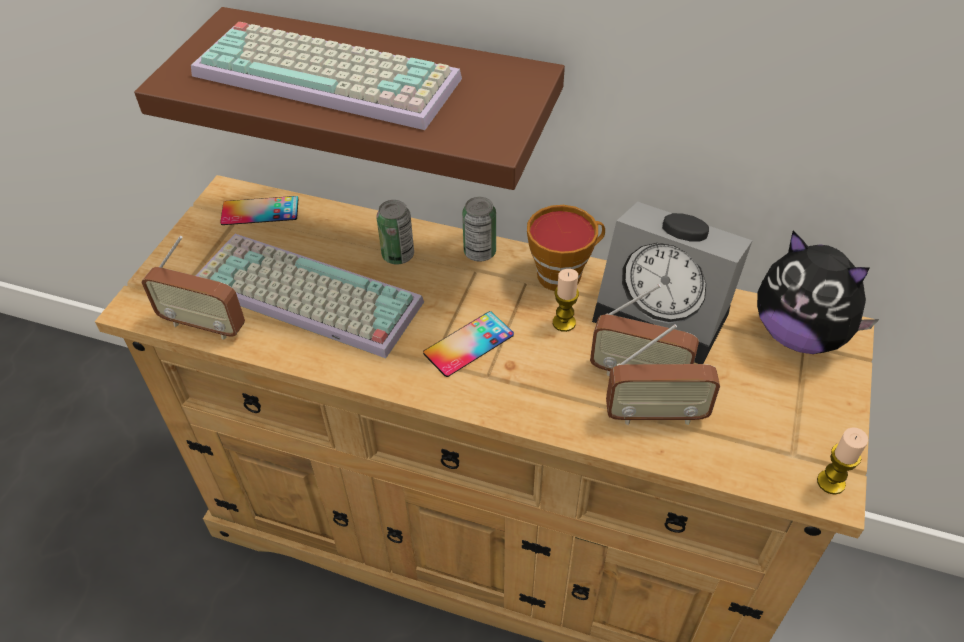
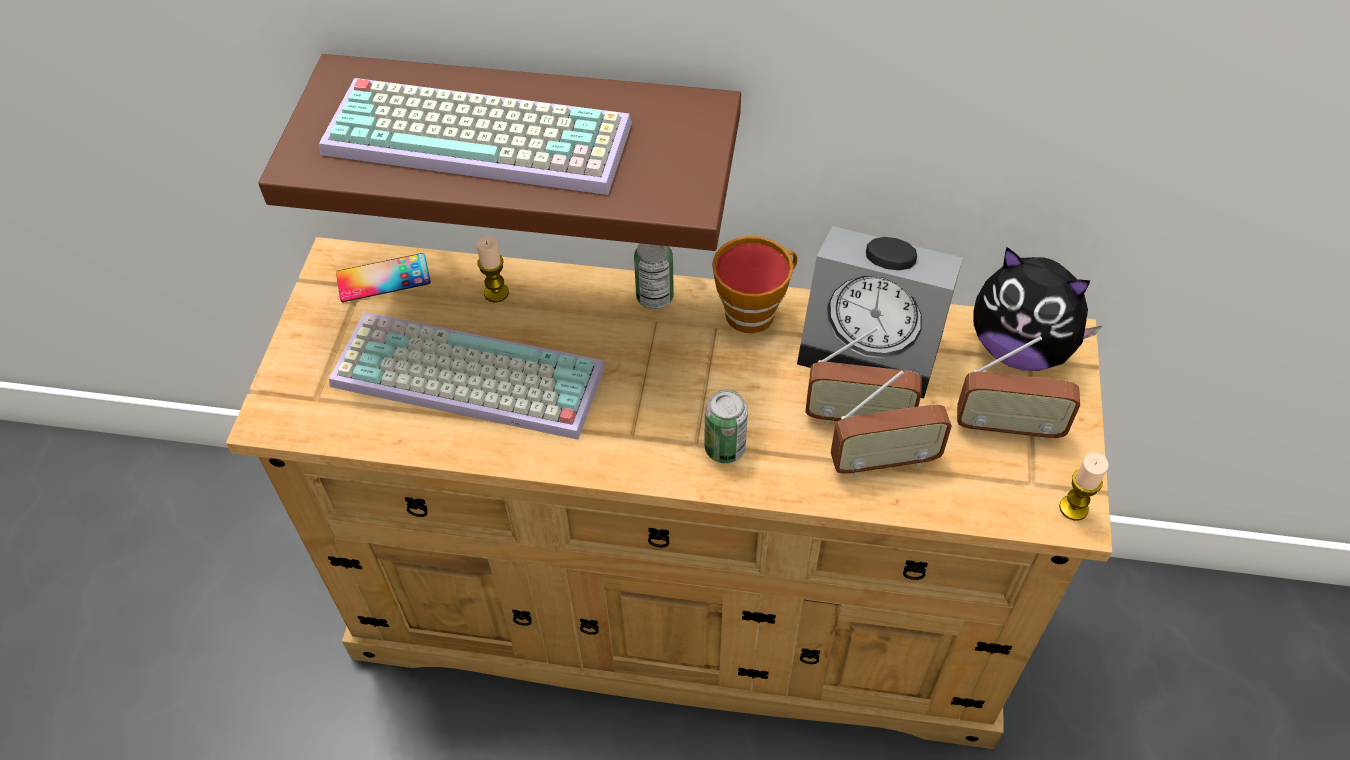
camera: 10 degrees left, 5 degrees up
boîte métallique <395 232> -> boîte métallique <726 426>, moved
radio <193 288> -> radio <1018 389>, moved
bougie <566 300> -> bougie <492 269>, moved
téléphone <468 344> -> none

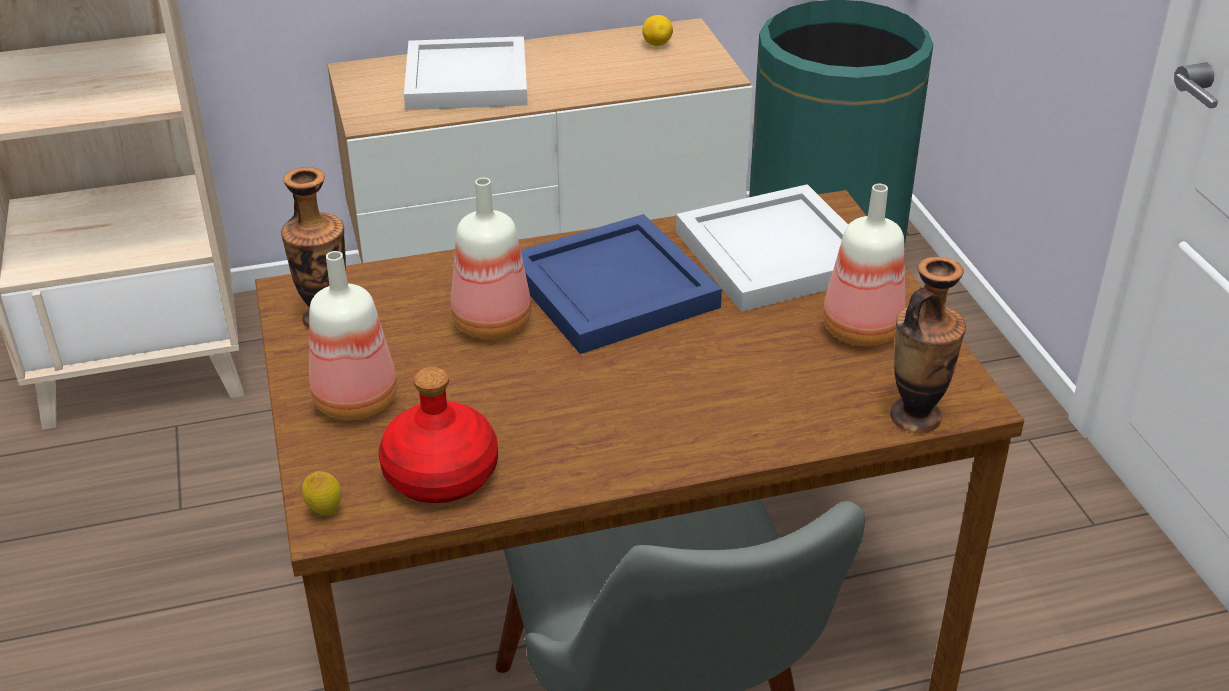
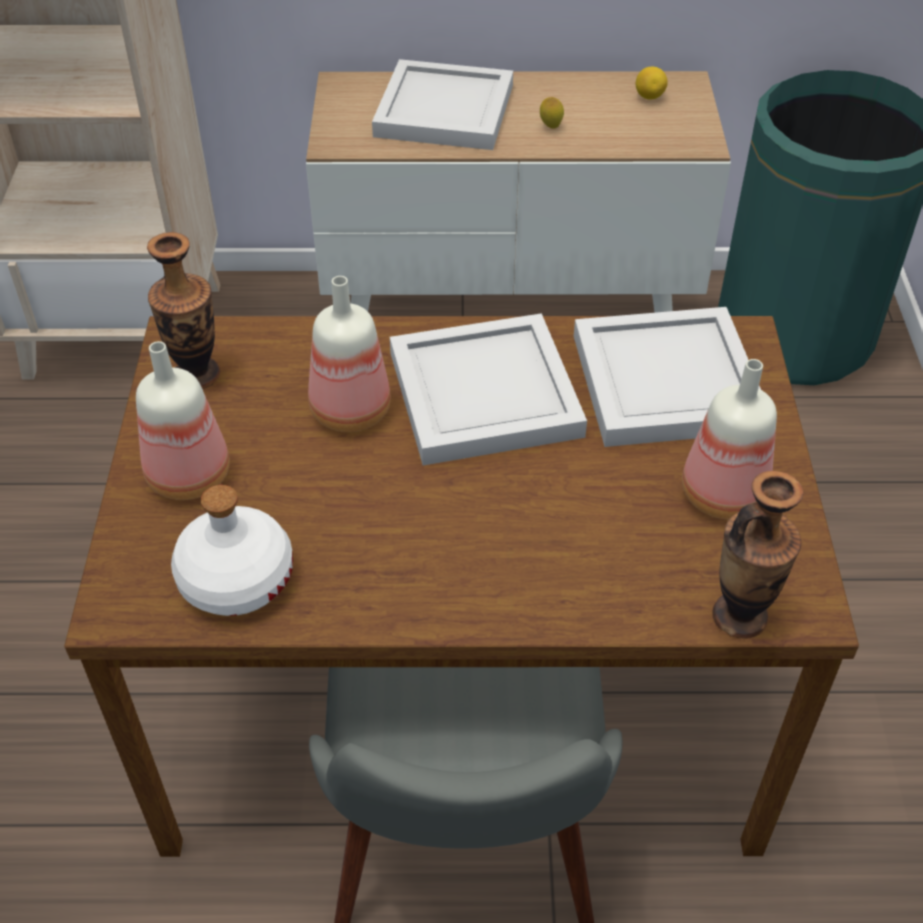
camera: 15 degrees right, 10 degrees up
plateau [bleu] <621 284> -> plateau [blanc] <488 389>
bouteille [rouge] <438 435> -> bouteille [blanc] <232 550>
citron <322 493> -> citron <552 113>, moved

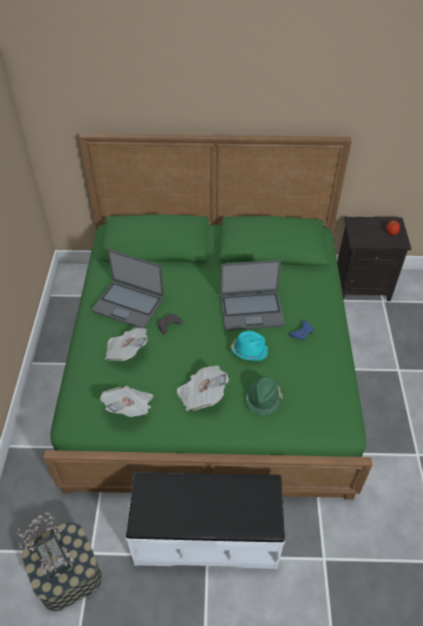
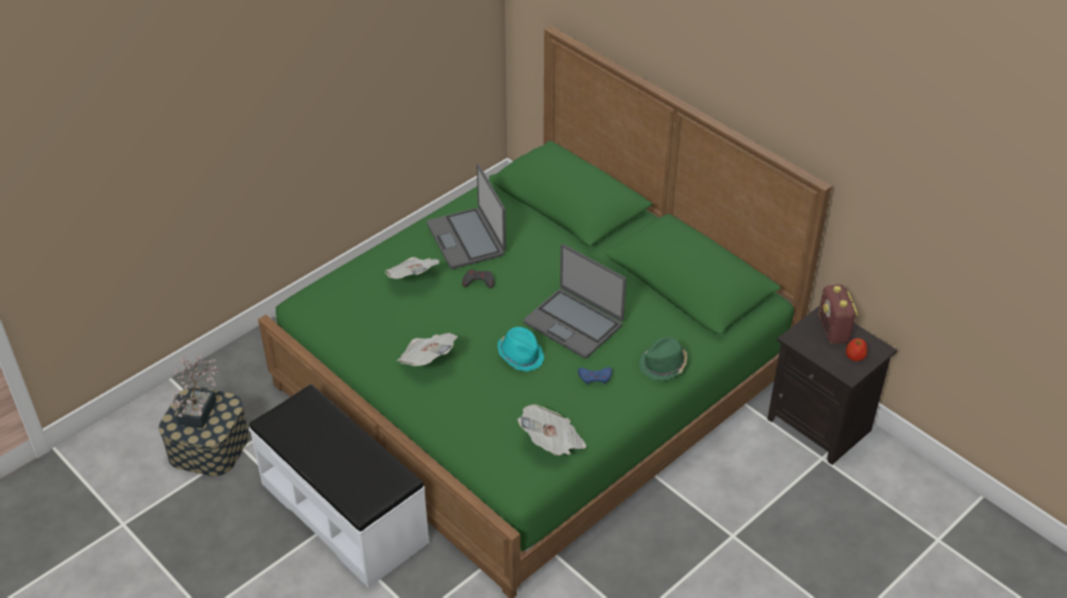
camera: 45 degrees right, 5 degrees down
chapeau [vert] <264 396> -> chapeau [vert] <663 359>, moved
journal <126 401> -> journal <552 430>, moved
none -> radio <838 314>

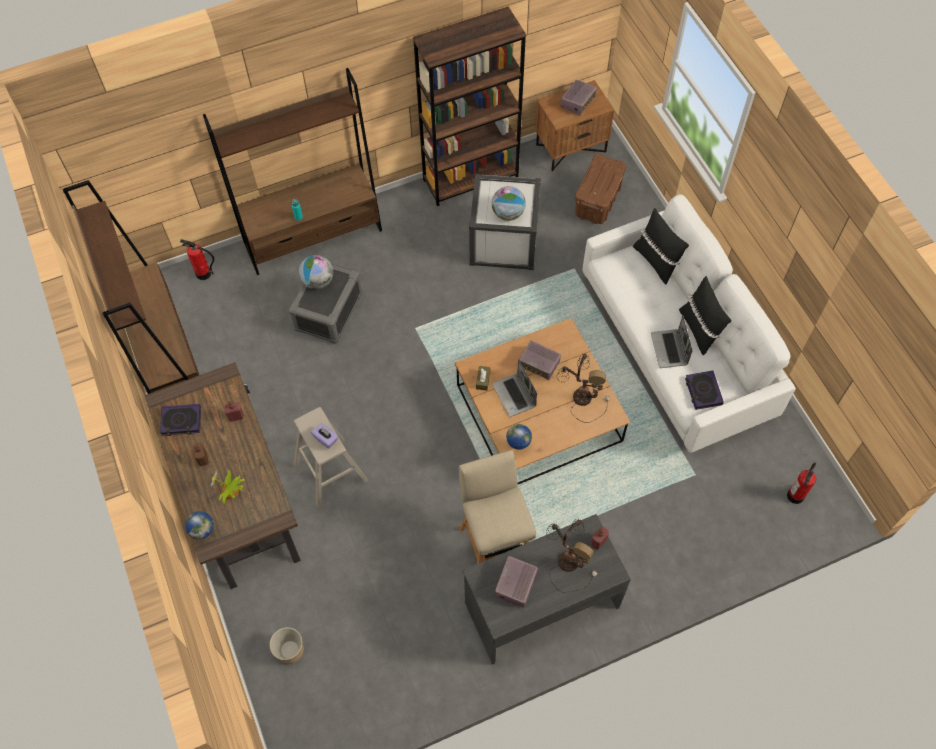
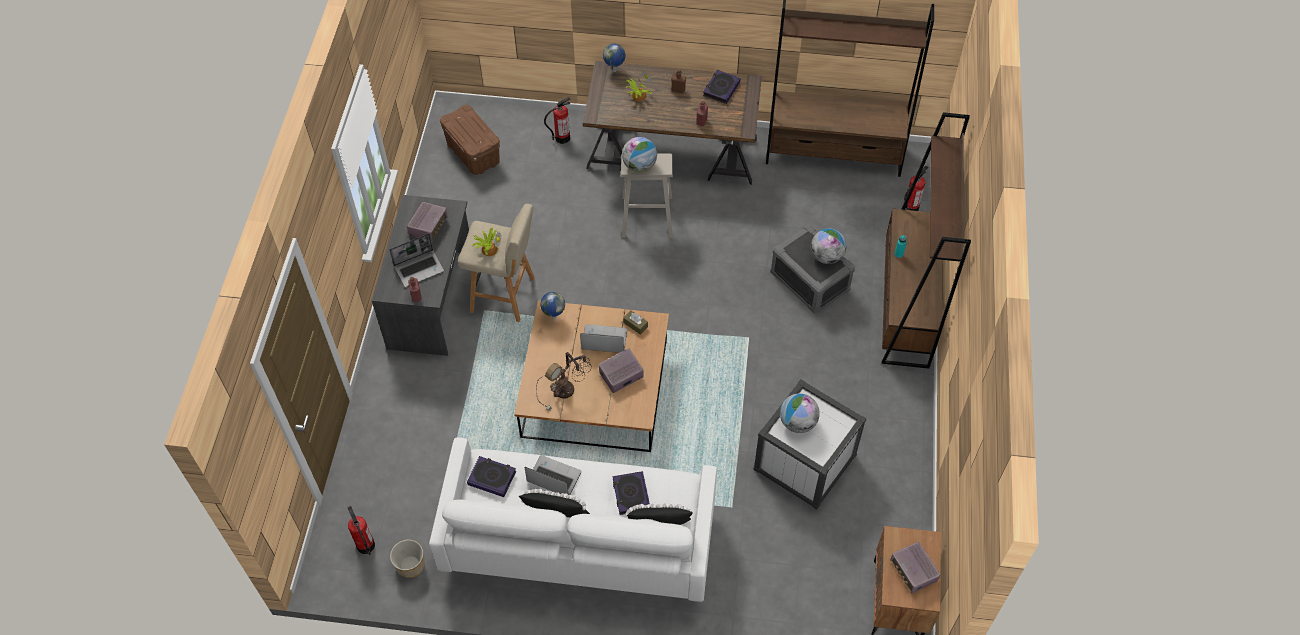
camera: 120 degrees right, 5 degrees down
bibliothèque [marron] <469 106> -> none
boîte de rangement [marron] <600 189> -> boîte de rangement [marron] <470 140>, moved
boîte à mouchoirs [violet] <324 436> -> globe <639 154>
lampe de table <571 555> -> ordinateur portable <416 260>
radio <516 582> -> radio <427 222>, 60 degrees clockwise
cache-pot <287 645> -> cache-pot <407 559>, moved
none -> extincteur <557 120>
none -> plante en pot <487 242>
none -> livre <631 493>

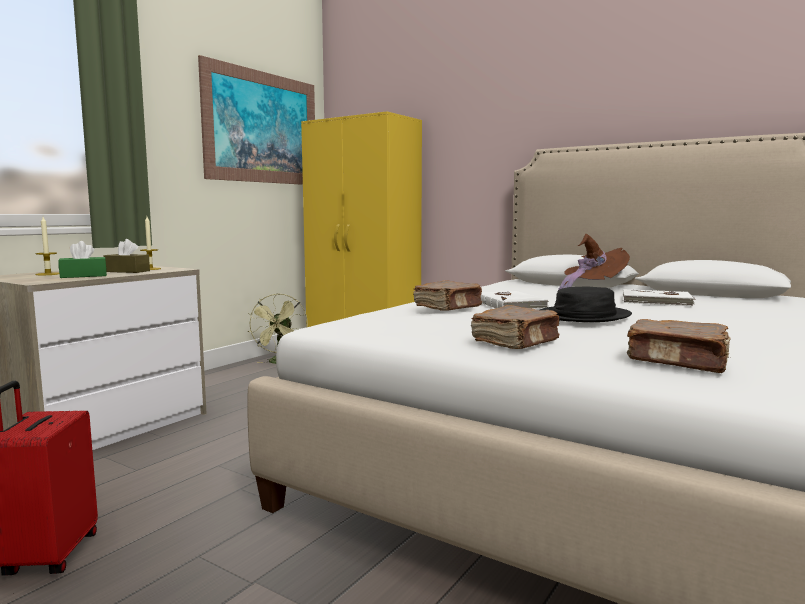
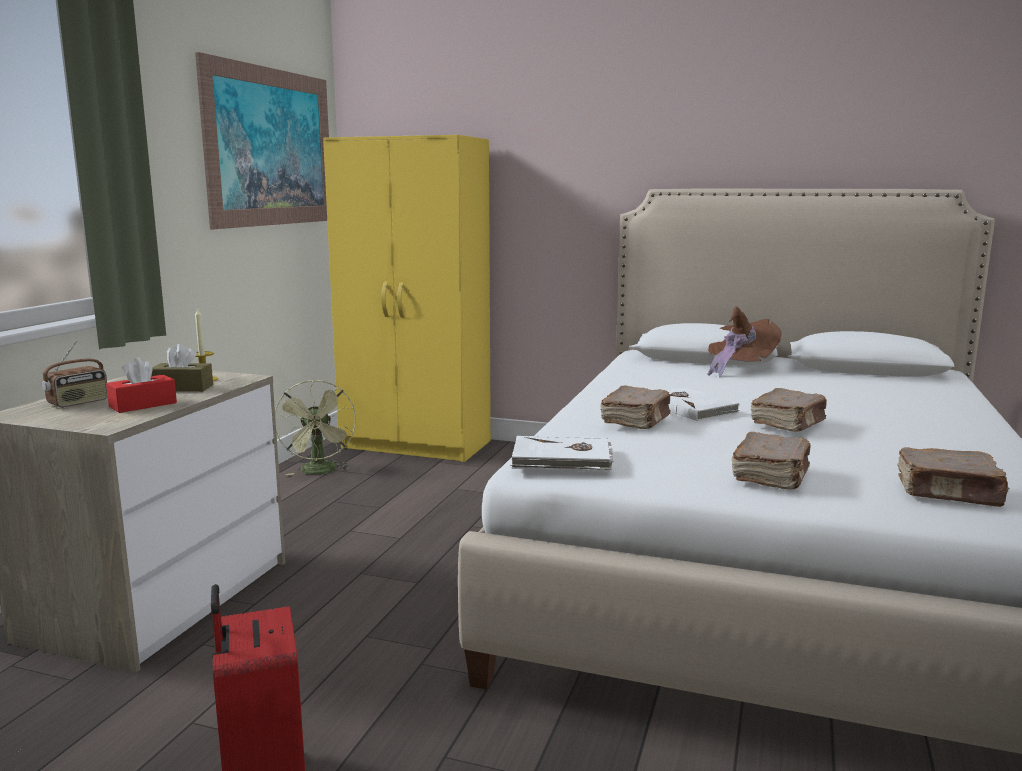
camera: 15 degrees left, 5 degrees up
bougie <48 246> -> radio <75 374>
boîte à mouchoirs [vert] <82 259> -> boîte à mouchoirs [rouge] <141 385>
chapeau [noir] <586 304> -> livre [marron] <789 410>
livre [blanc] <659 297> -> livre [blanc] <561 453>, moved

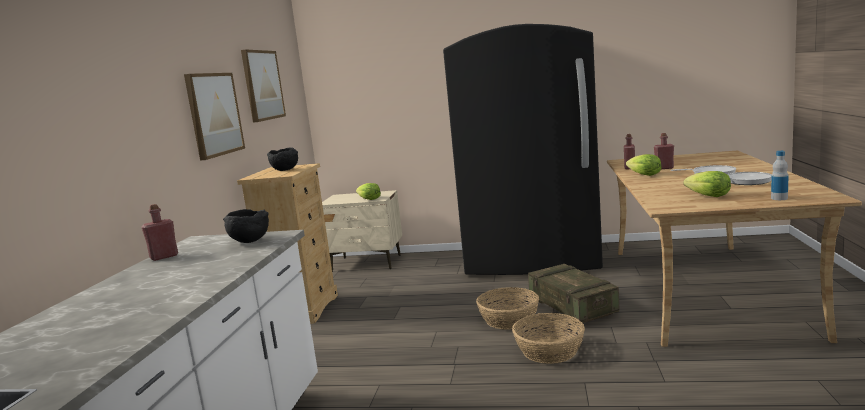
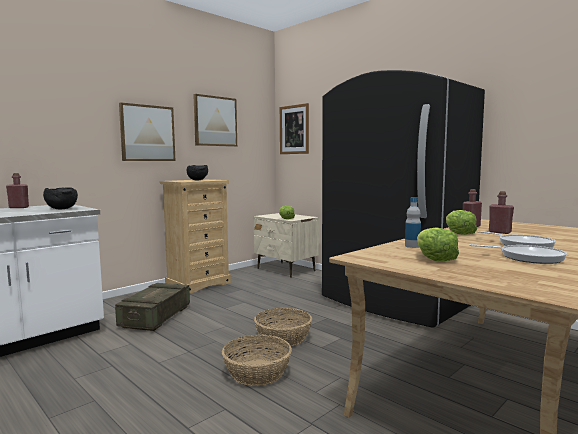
camera: 35 degrees right, 5 degrees down
bouteille <780 175> -> bouteille <413 222>, moved
caisse <573 294> -> caisse <152 307>, moved
none -> tableau <294 128>

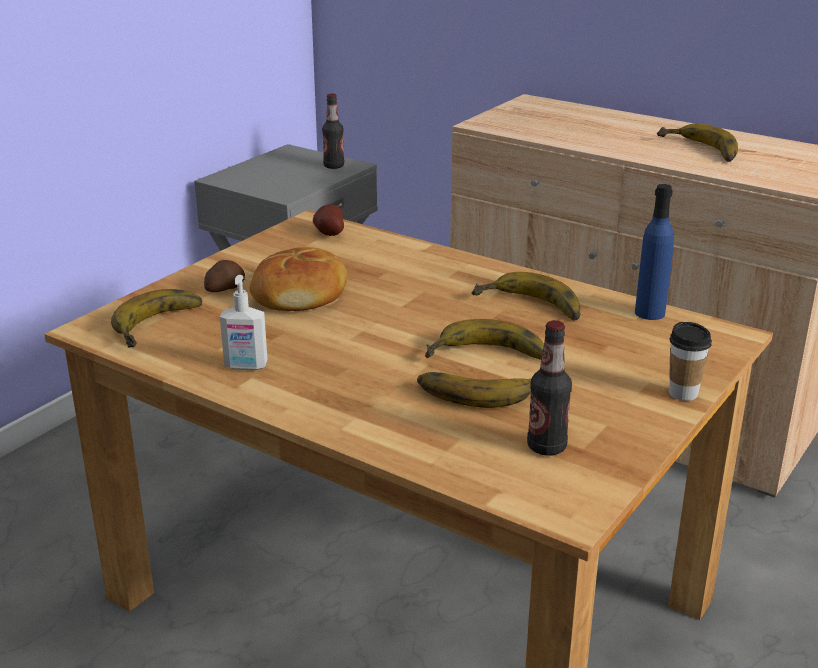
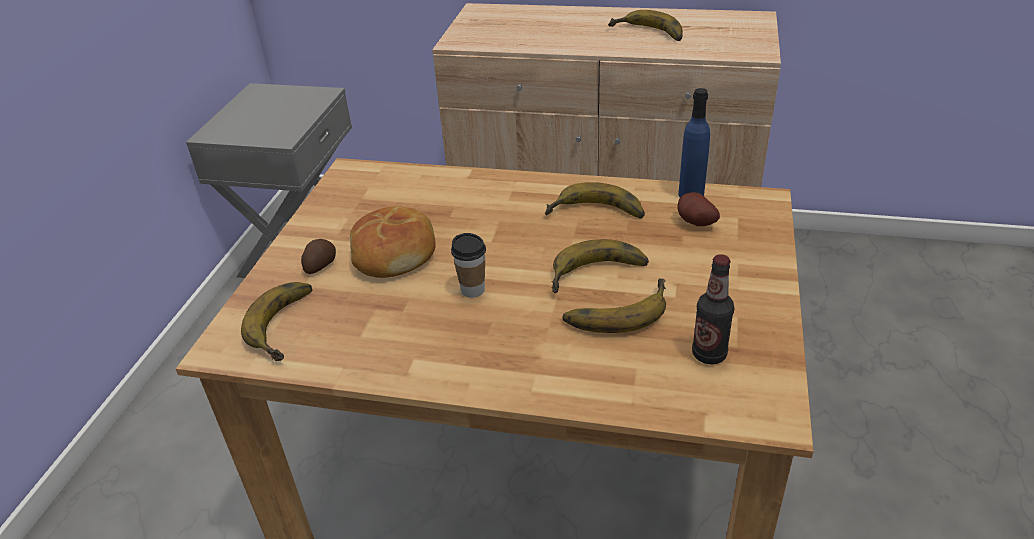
camera: 20 degrees left, 10 degrees up
bouteille <333 131> -> none
pomme de terre <328 220> -> pomme de terre <698 209>, moved
distributeur de savon <244 322> -> none
tasse <690 361> -> tasse <468 265>, moved

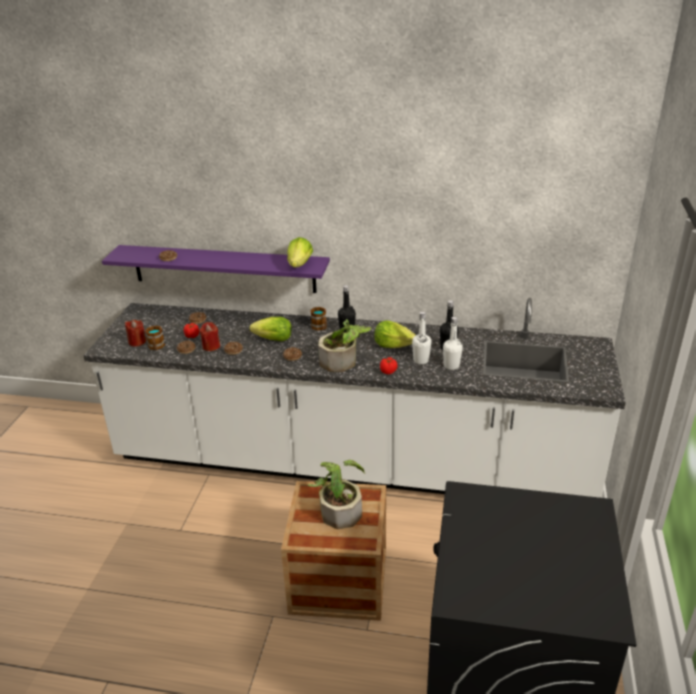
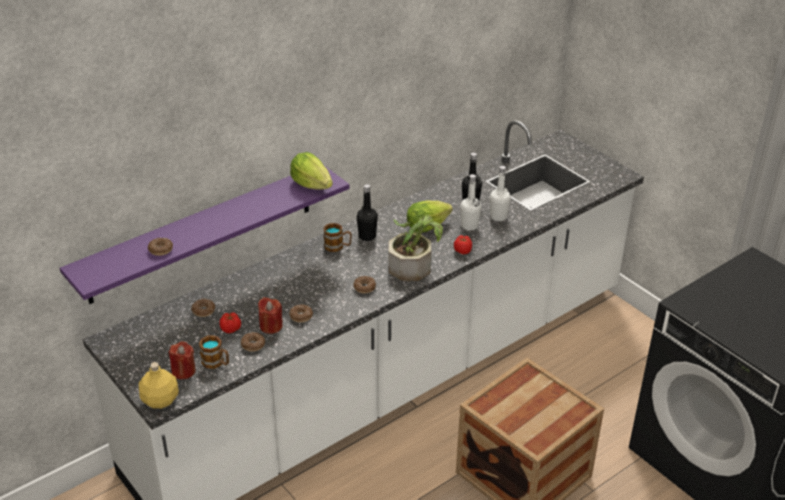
camera: 50 degrees left, 5 degrees up
laitue <271 329> -> none
plante en pot <336 494> -> none
none -> bouteille [jaune] <159 385>

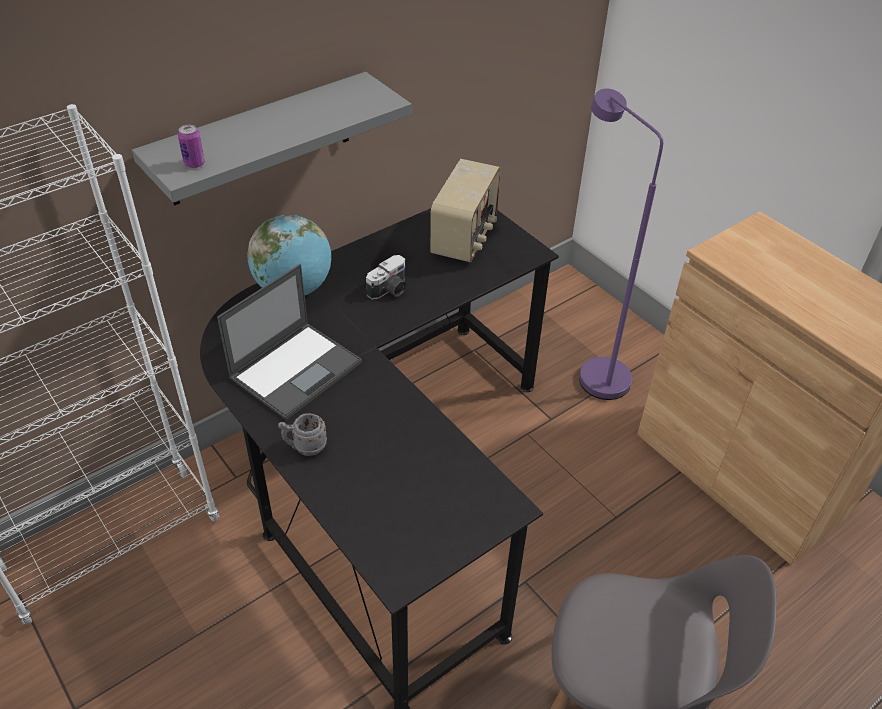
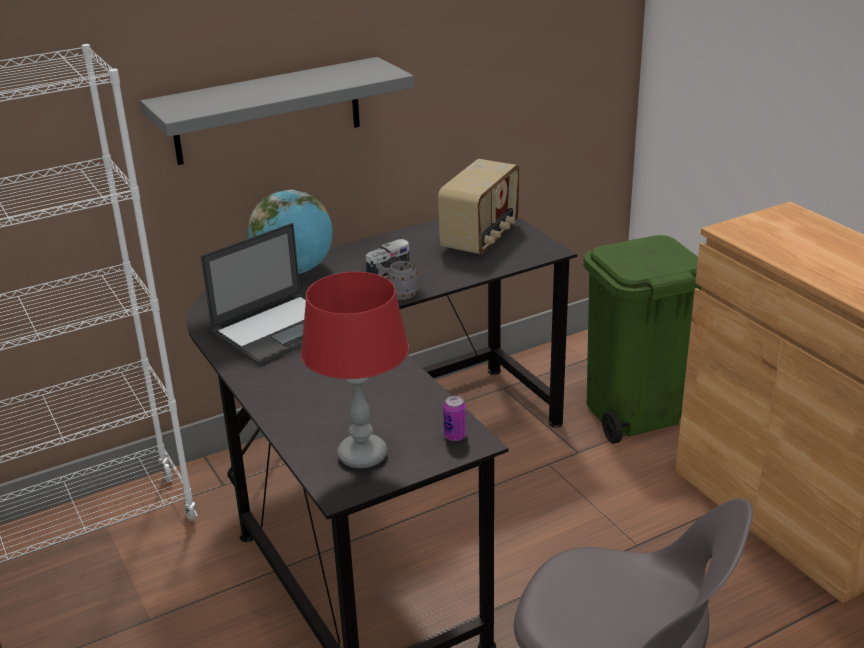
camera: 10 degrees right, 15 degrees down
lampadaire [violet] <621 244> -> poubelle [vert] <642 339>
boîte métallique <191 146> -> boîte métallique <454 418>, moved
mug [gris] <302 434> -> mug [gris] <397 280>, moved
none -> lampe de table [rouge] <355 370>

